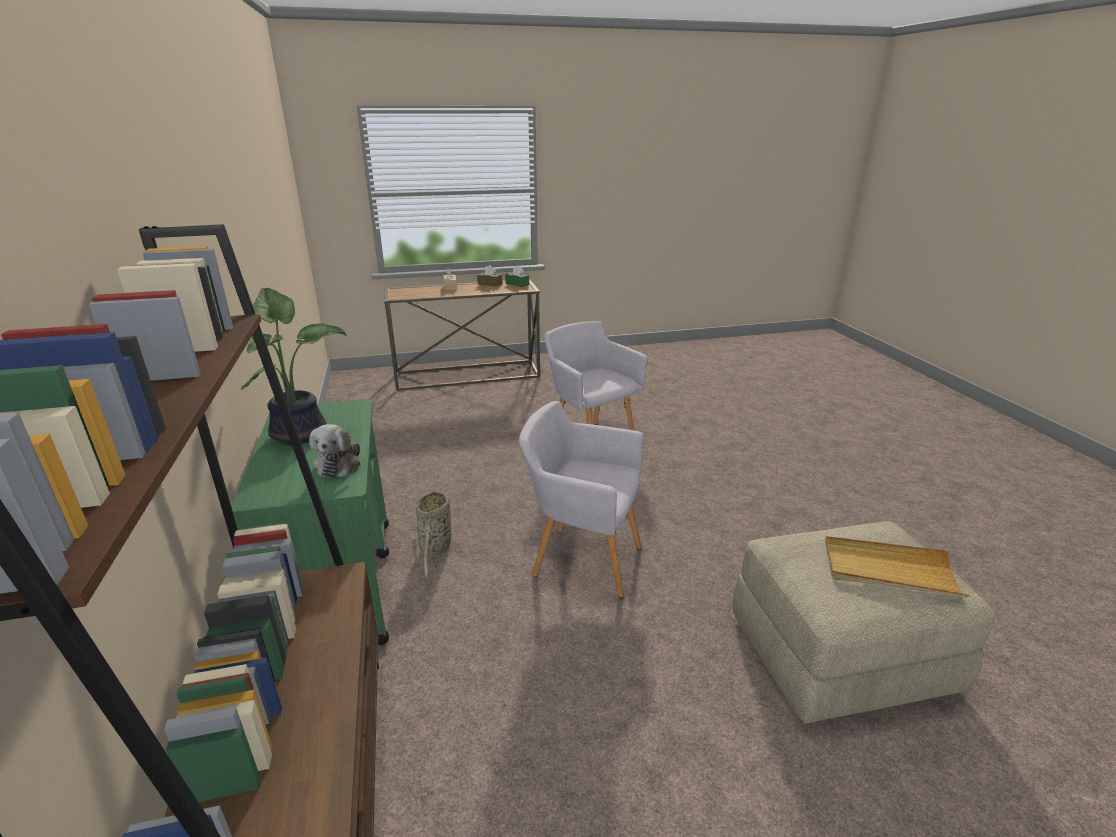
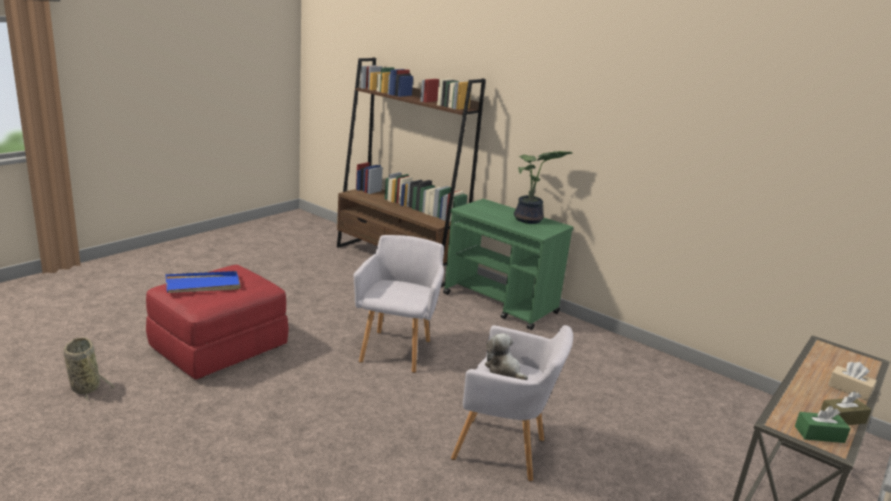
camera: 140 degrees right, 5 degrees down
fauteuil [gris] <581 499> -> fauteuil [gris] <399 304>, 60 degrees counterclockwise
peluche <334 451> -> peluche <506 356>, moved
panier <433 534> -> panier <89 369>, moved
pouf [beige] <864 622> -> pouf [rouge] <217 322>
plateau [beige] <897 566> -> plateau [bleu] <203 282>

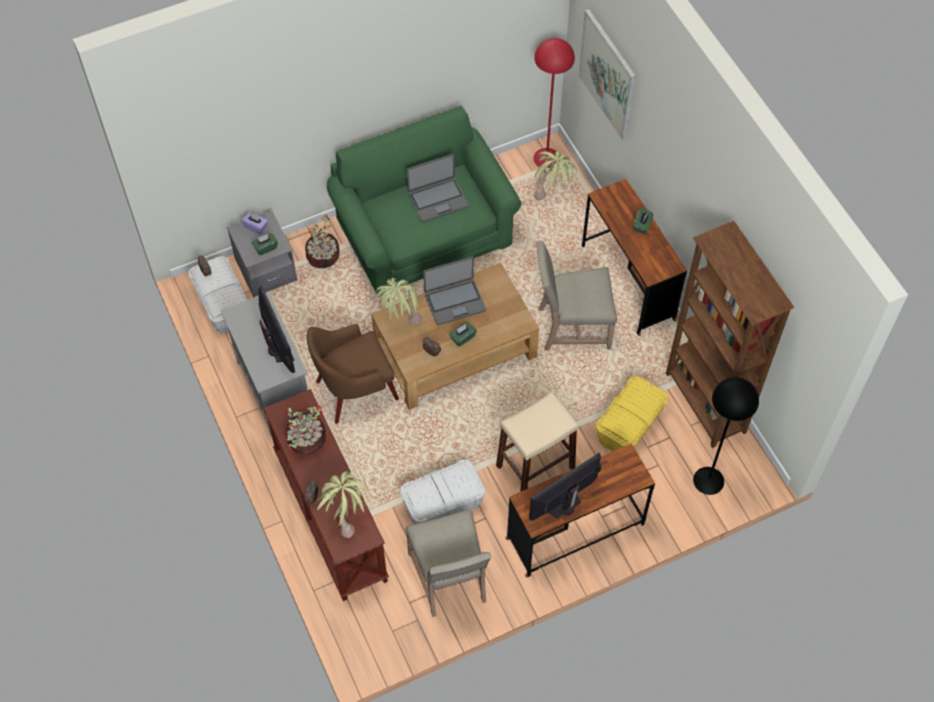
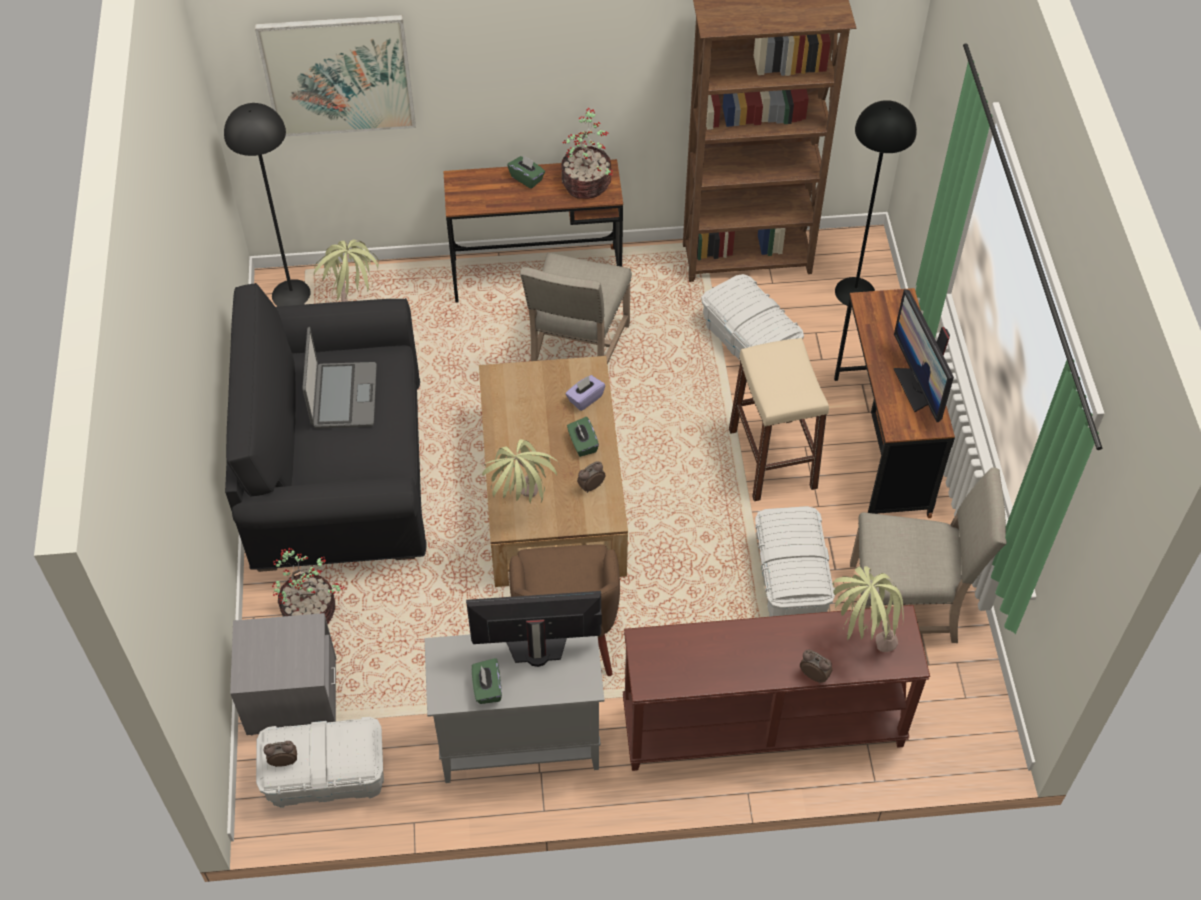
camera: 70 degrees left, 5 degrees down
lampadaire [rouge] <554 103> -> lampadaire [noir] <267 204>
canapé [vert] <424 201> -> canapé [noir] <326 427>
boîte à mouchoirs [violet] <254 223> -> boîte à mouchoirs [violet] <585 393>, moved
boîte à mouchoirs [vert] <265 244> -> boîte à mouchoirs [vert] <487 681>, moved
ordinateur portable <454 290> -> none
boîte de rangement [jaune] <632 413> -> boîte de rangement [blanc] <752 317>
plante en pot <305 430> -> plante en pot <587 153>, moved

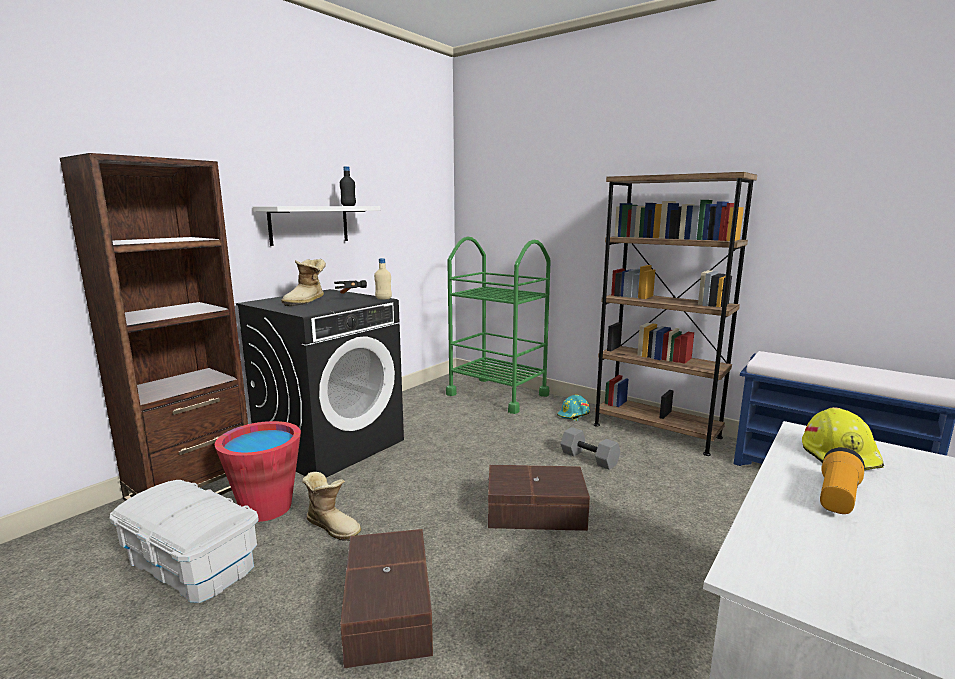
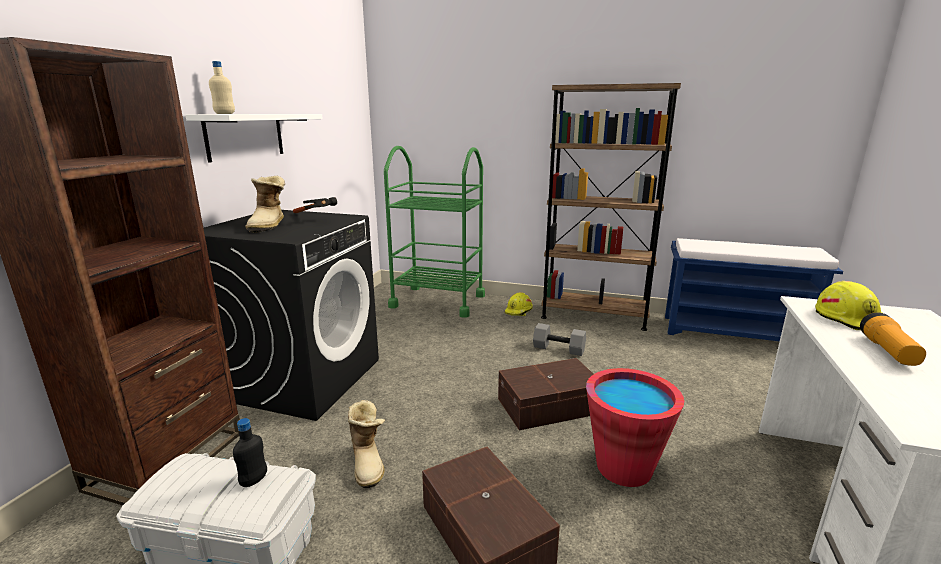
camera: 20 degrees left, 5 degrees up
bouteille [noir] <348 186> -> bouteille [noir] <250 452>, moved
bouteille [beige] <383 278> -> bouteille [beige] <222 87>, moved
casque de chantier [turquoise] <573 408> -> casque de chantier [jaune] <519 304>
seau [rouge] <257 471> -> seau [rouge] <635 427>, moved
botte <331 506> -> botte <366 444>, 60 degrees clockwise

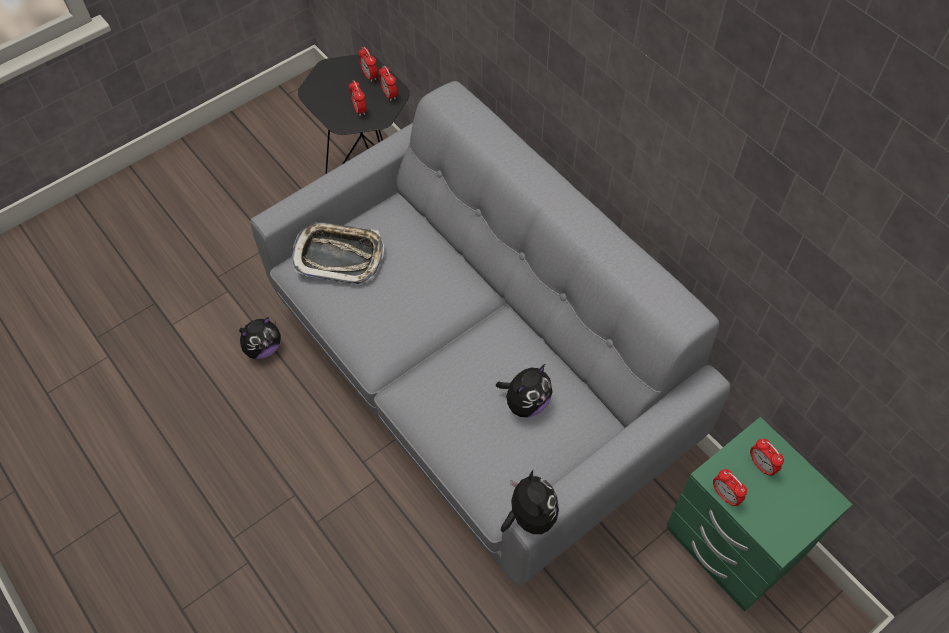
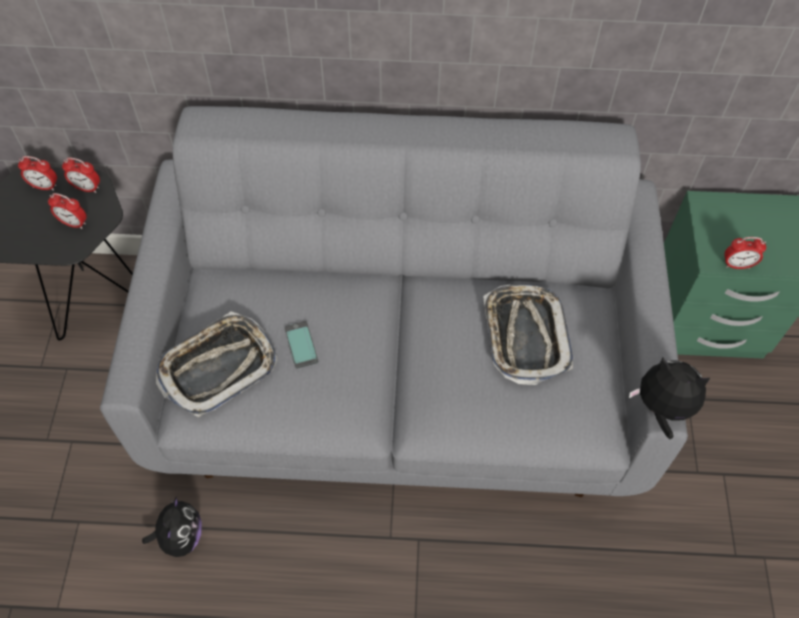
camera: 50 degrees left, 0 degrees up
peluche <524 390> -> plateau <528 335>
réveil <767 457> -> none
none -> téléphone <301 345>

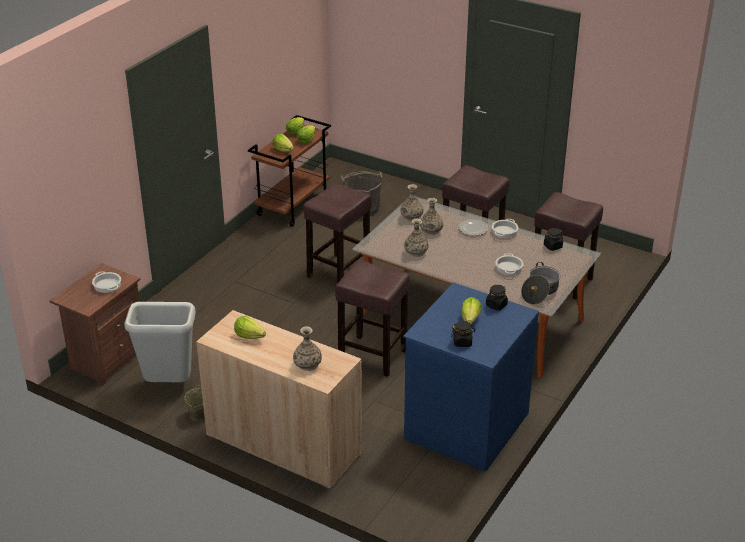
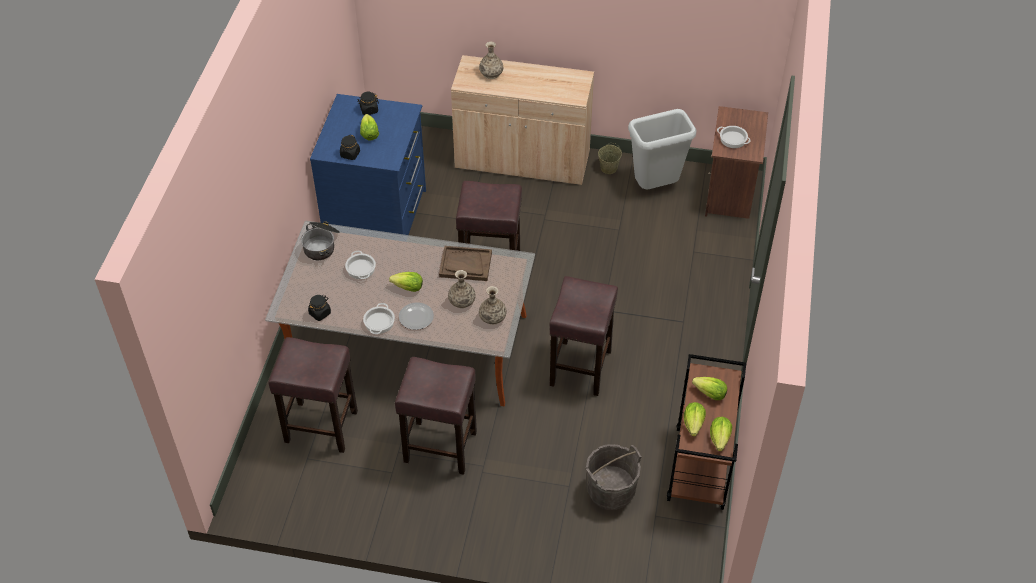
camera: 160 degrees right, 15 degrees up
vase <416 238> -> plateau [marron] <465 263>
laitue <250 327> -> laitue <406 282>, moved

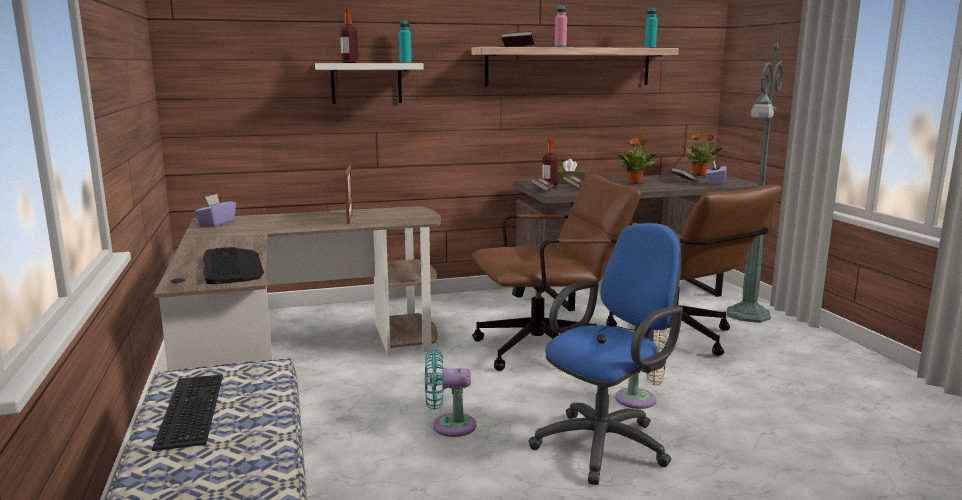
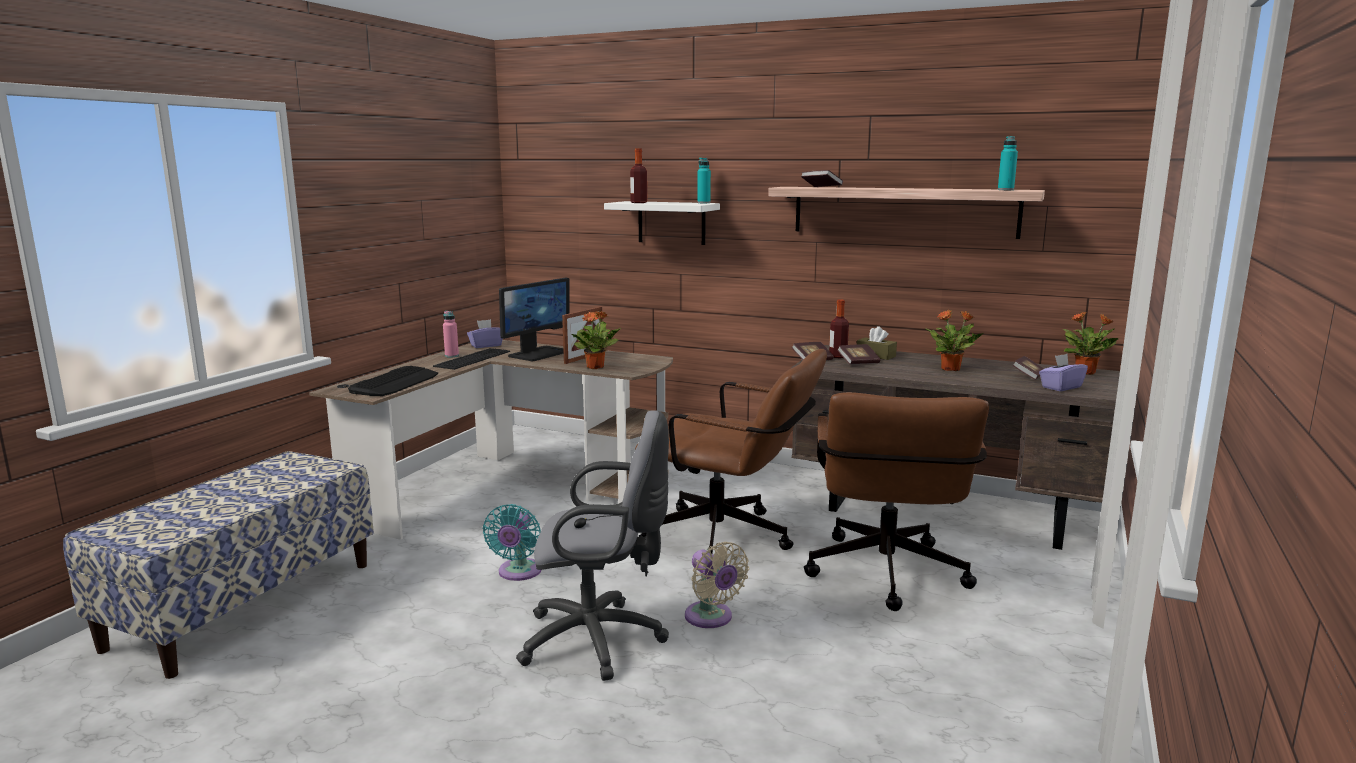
camera: 40 degrees right, 0 degrees up
bouteille [rose] <561 26> -> bouteille [rose] <451 334>, moved
lampadaire [vert] <755 169> -> none
chaise de bureau [bleu] <606 354> -> chaise de bureau [gris] <592 545>
ventilateur [turquoise] <450 393> -> ventilateur [turquoise] <512 542>, 120 degrees counterclockwise
clavier <187 412> -> clavier <471 359>, moved
none -> écran d'ordinateur <534 319>
none -> plante en pot <596 340>

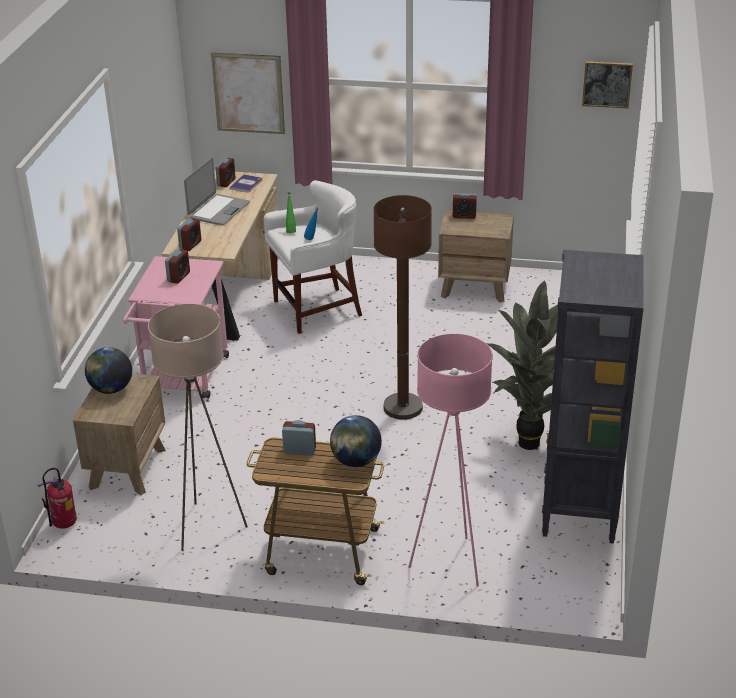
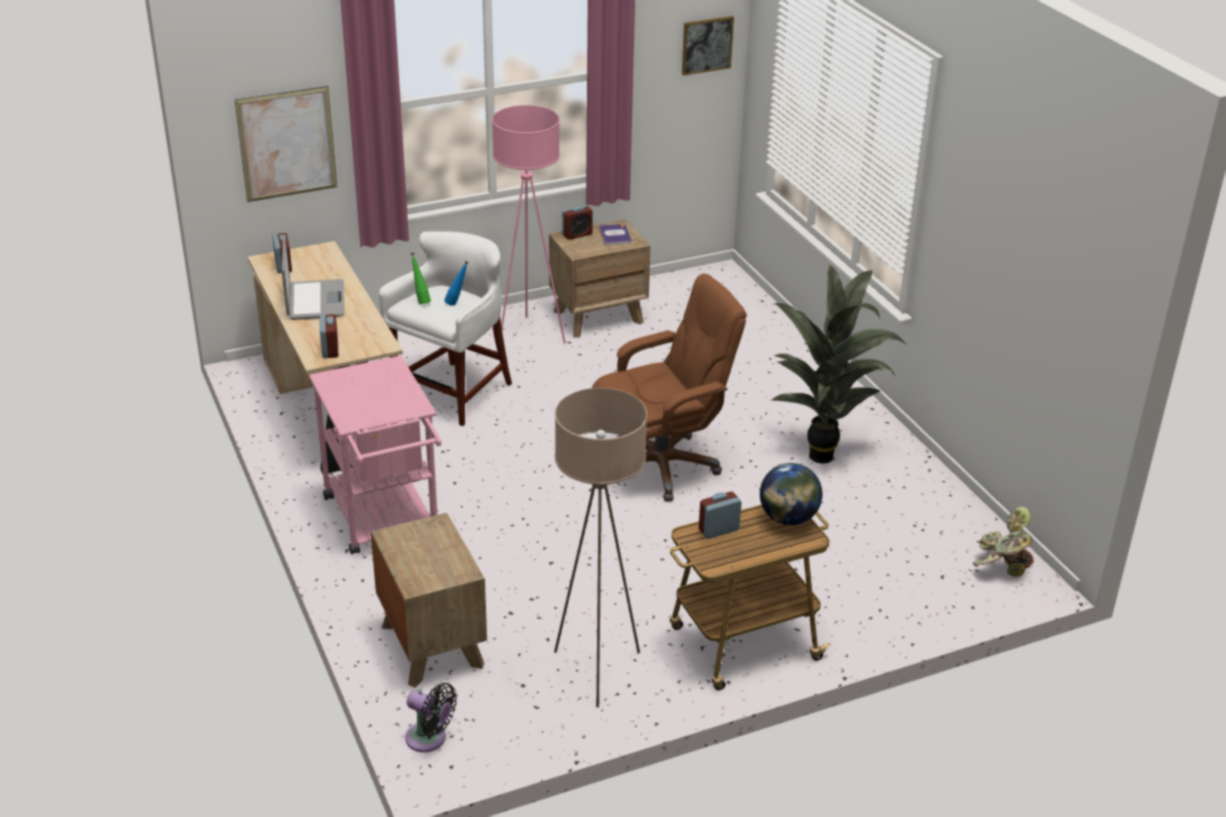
camera: 35 degrees left, 0 degrees up
livre <245 183> -> livre <615 234>, moved
lampadaire [marron] <402 307> -> chaise de bureau [marron] <669 387>
réveil <177 266> -> none
bibliothèque [noir] <593 397> -> none
lampadaire [rose] <450 460> -> lampadaire [rose] <529 224>, moved
globe <108 370> -> none
extincteur <57 498> -> ventilateur [noir] <431 717>
none -> plante en pot <1003 541>

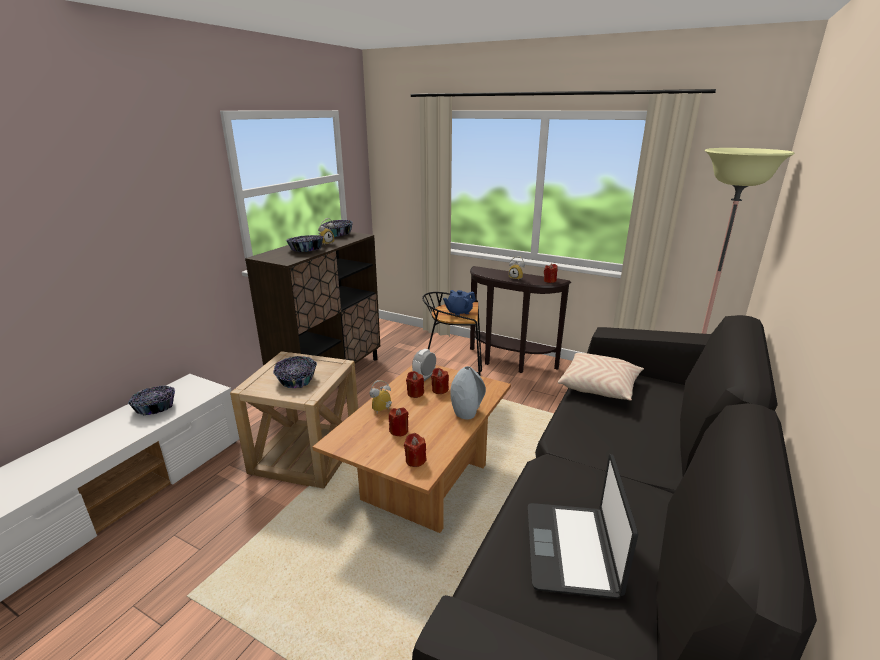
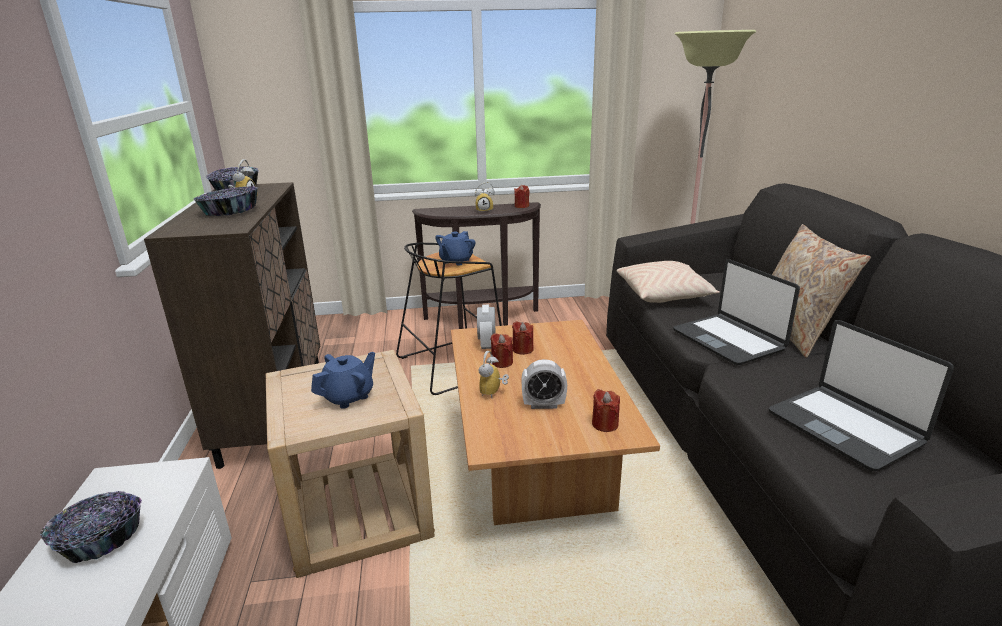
camera: 35 degrees left, 0 degrees up
bol <295 372> -> théière [bleu] <343 380>
vase [gris] <468 392> -> none
bougie [rouge] <399 422> -> réveil <544 384>
none -> coussin [beige] <821 291>
none -> ordinateur portable <736 312>

